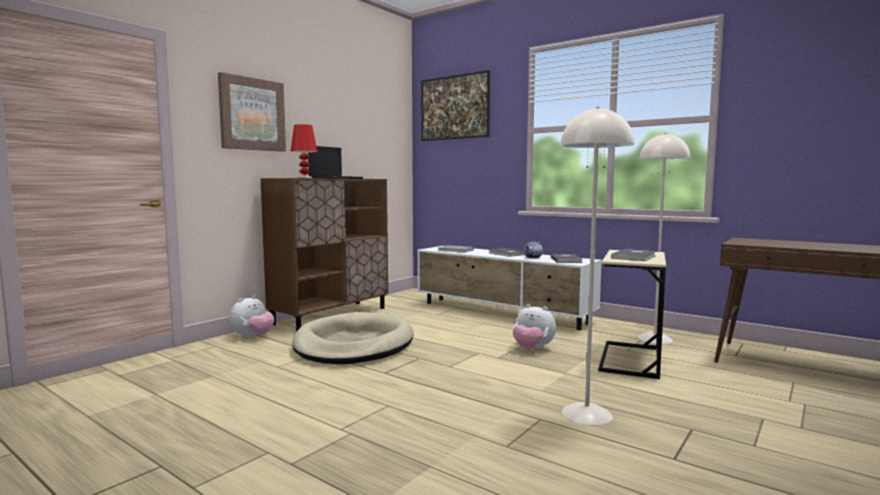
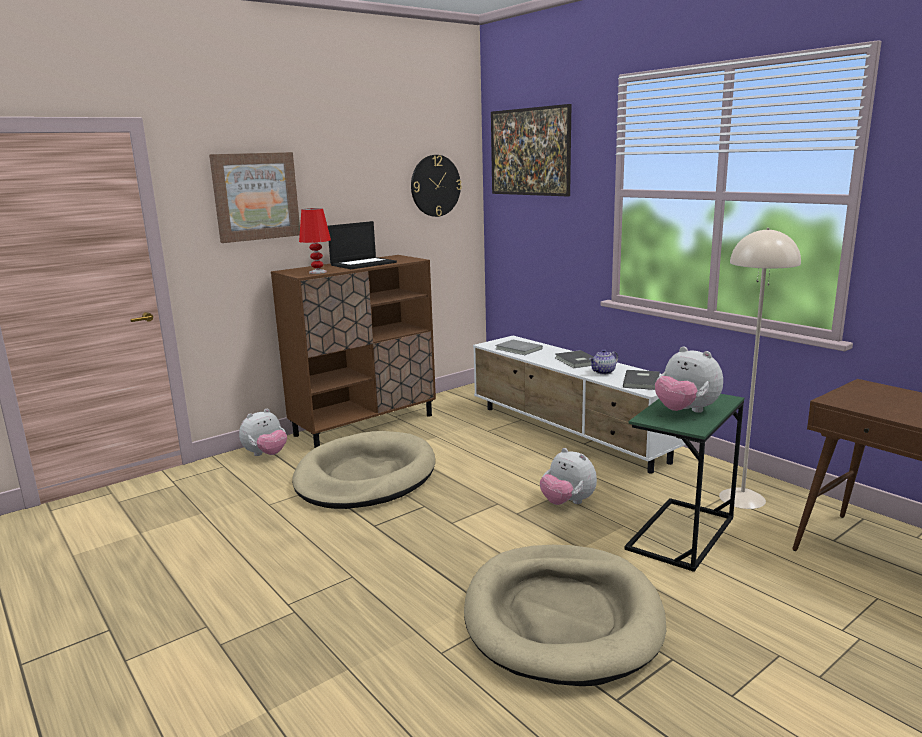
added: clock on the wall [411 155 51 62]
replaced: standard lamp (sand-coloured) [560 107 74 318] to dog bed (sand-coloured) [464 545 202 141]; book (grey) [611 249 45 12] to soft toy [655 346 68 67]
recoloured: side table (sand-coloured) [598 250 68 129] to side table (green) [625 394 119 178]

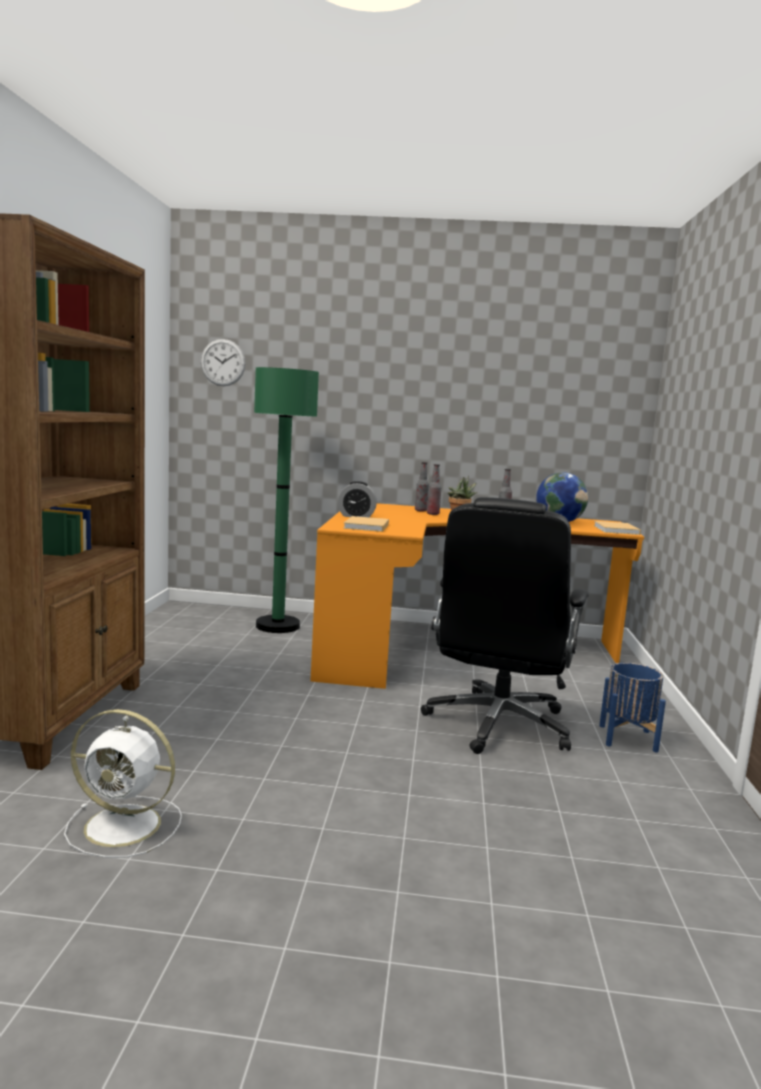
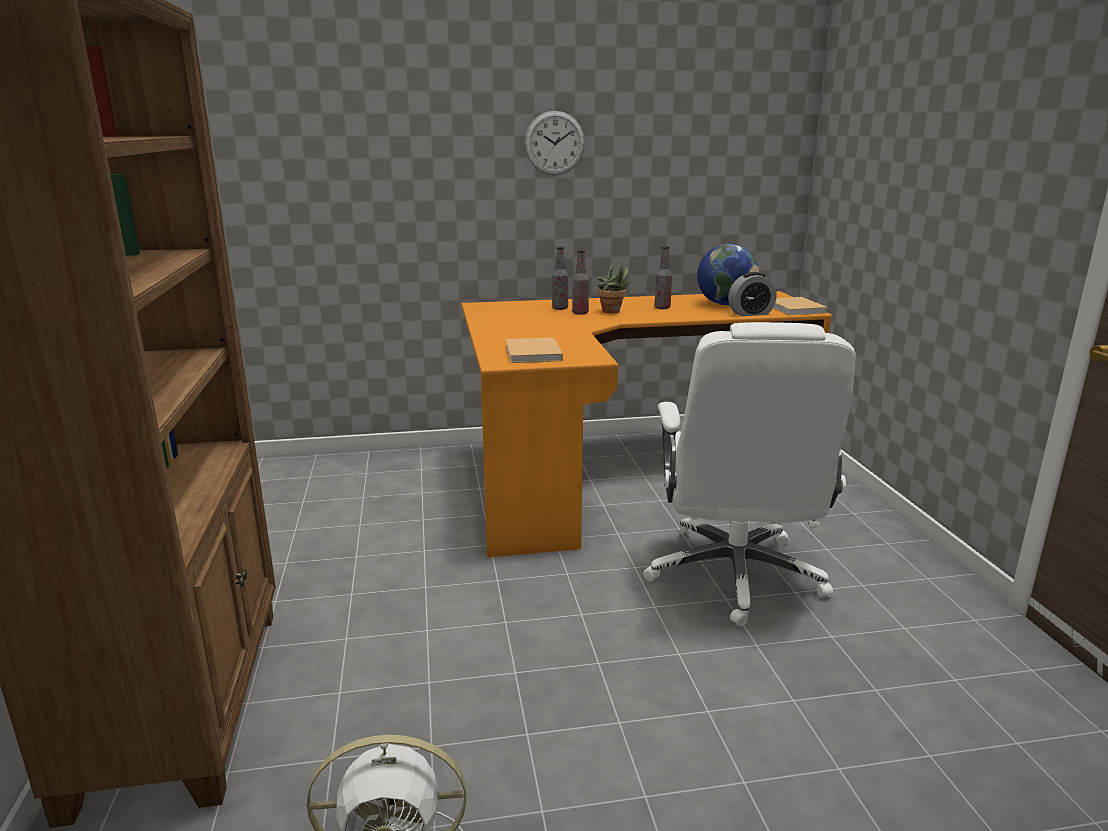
removed: standard lamp (green) [254 367 65 266]; flower pot (blue) [599 663 67 90]
moved: clock on the wall [201 339 45 47] to [525 111 60 65]; table clock [338 481 39 36] to [728 272 49 44]
recoloured: desk chair (black-coloured) [421 497 168 257] to desk chair (whitish) [643 322 212 305]

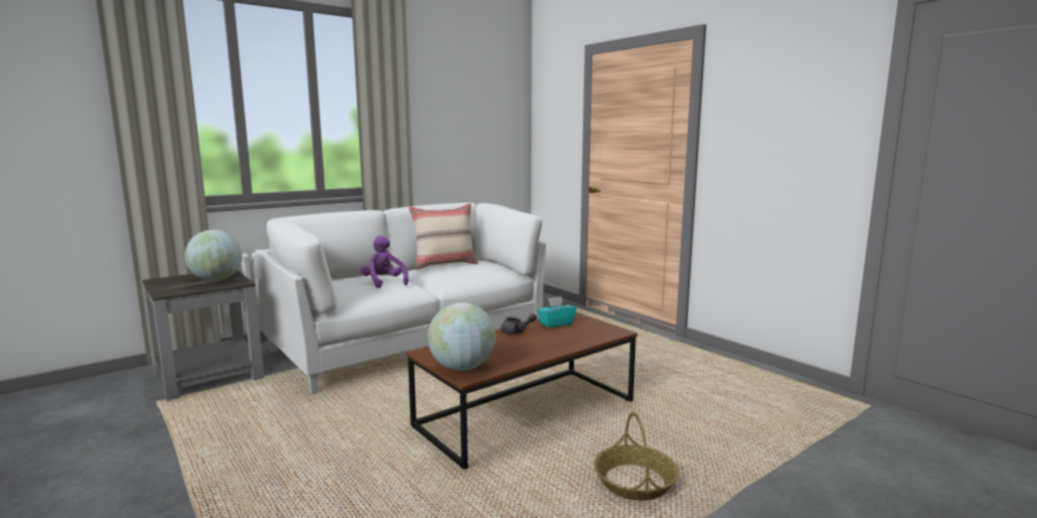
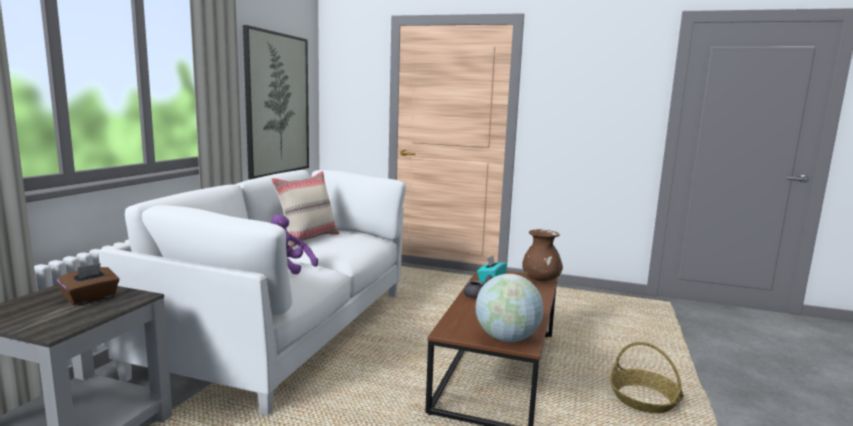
added: wall picture [243 25 66 154]; flower vase (brown) [522 229 41 52]
replaced: desk globe [185 230 57 51] to box of tissues (brown) [57 263 63 43]

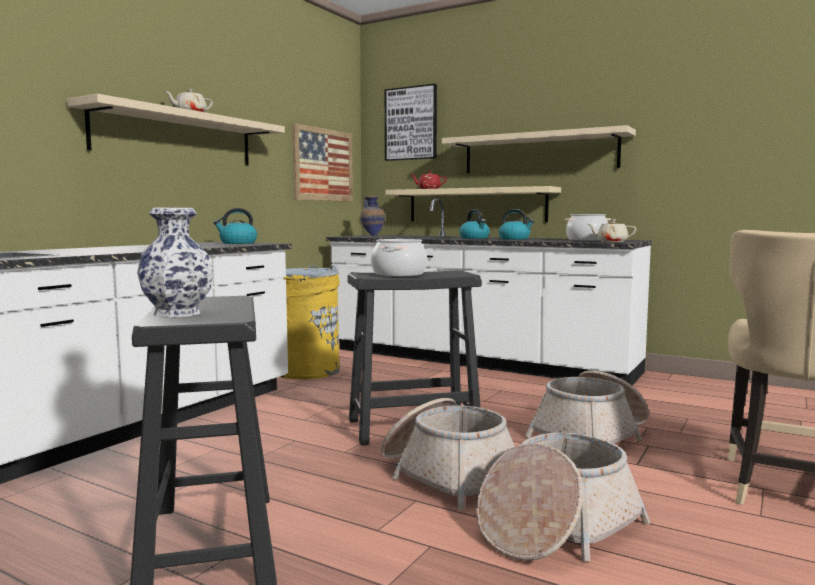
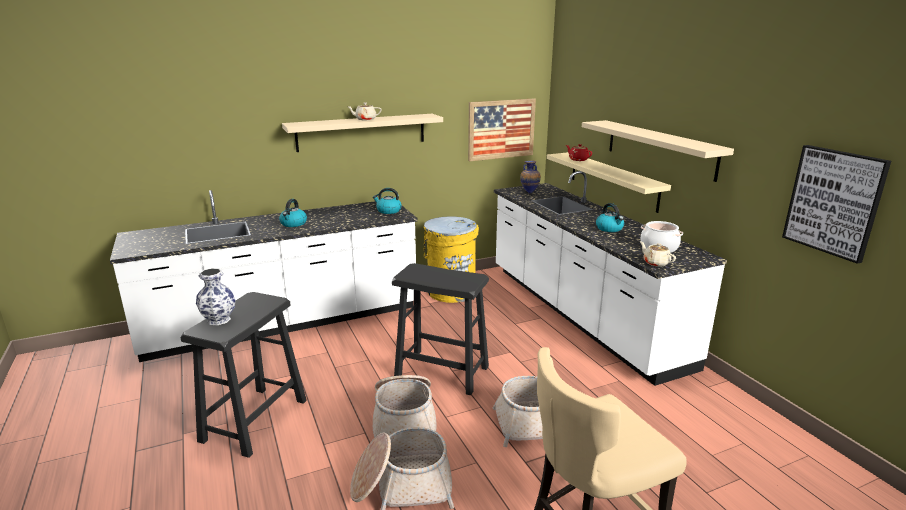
removed: cooking pot [371 239 56 38]
moved: wall picture [385 84 52 77] to [782 145 109 119]; kettle [459 209 31 30] to [279 199 28 28]

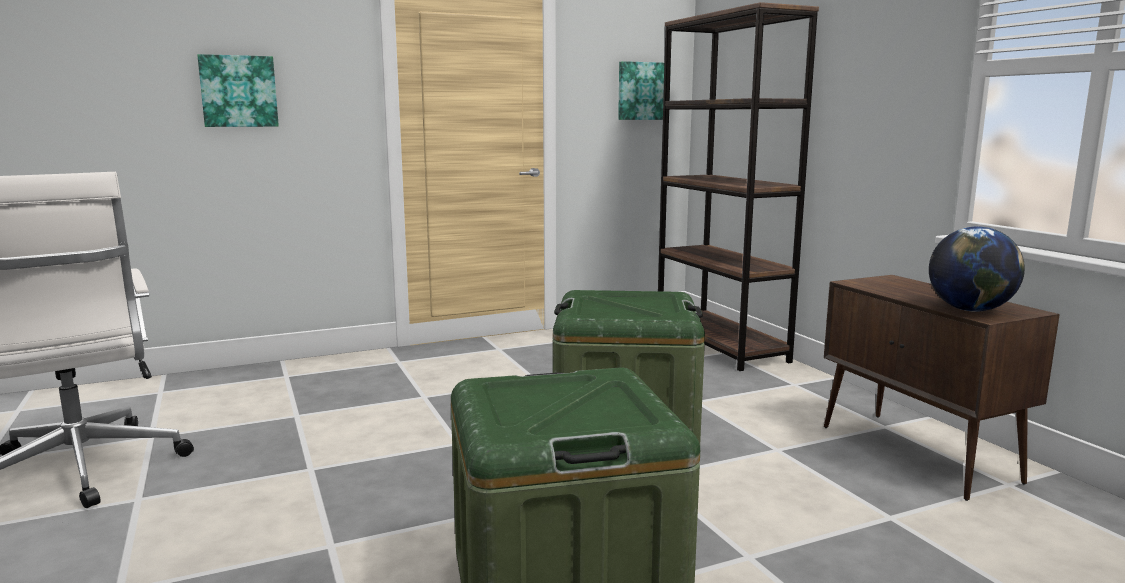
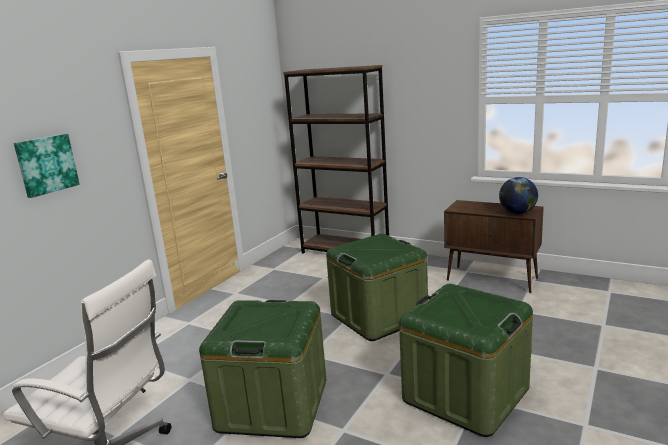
removed: wall picture [618 61 53 59]
added: storage container (green) [199 300 127 138]

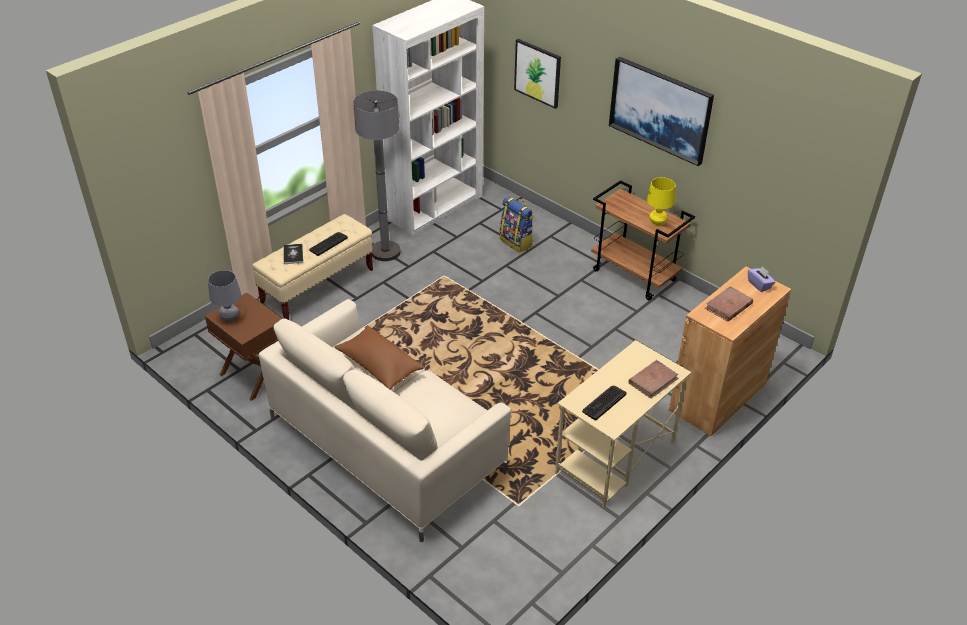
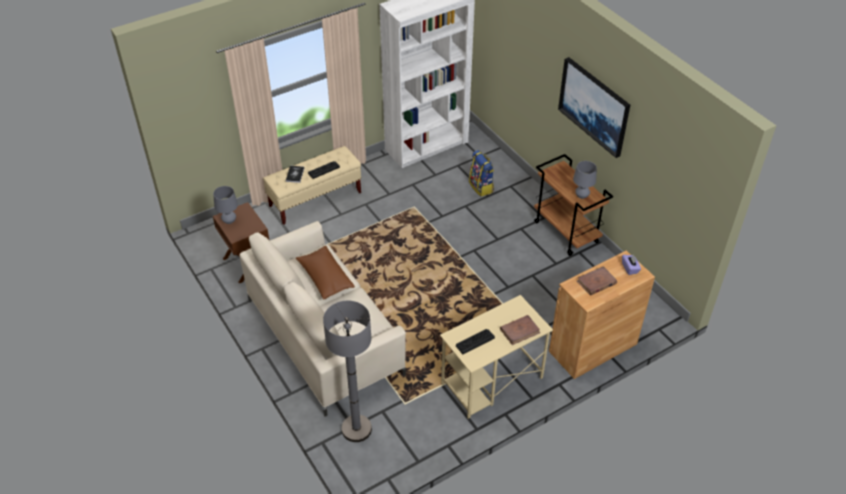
removed: wall picture [514 39 47 70]
moved: standard lamp (grey) [353 90 48 171] to [323 301 49 141]
recoloured: lamp for a table (yellow-coloured) [647 177 29 49] to lamp for a table (grey) [573 161 24 38]

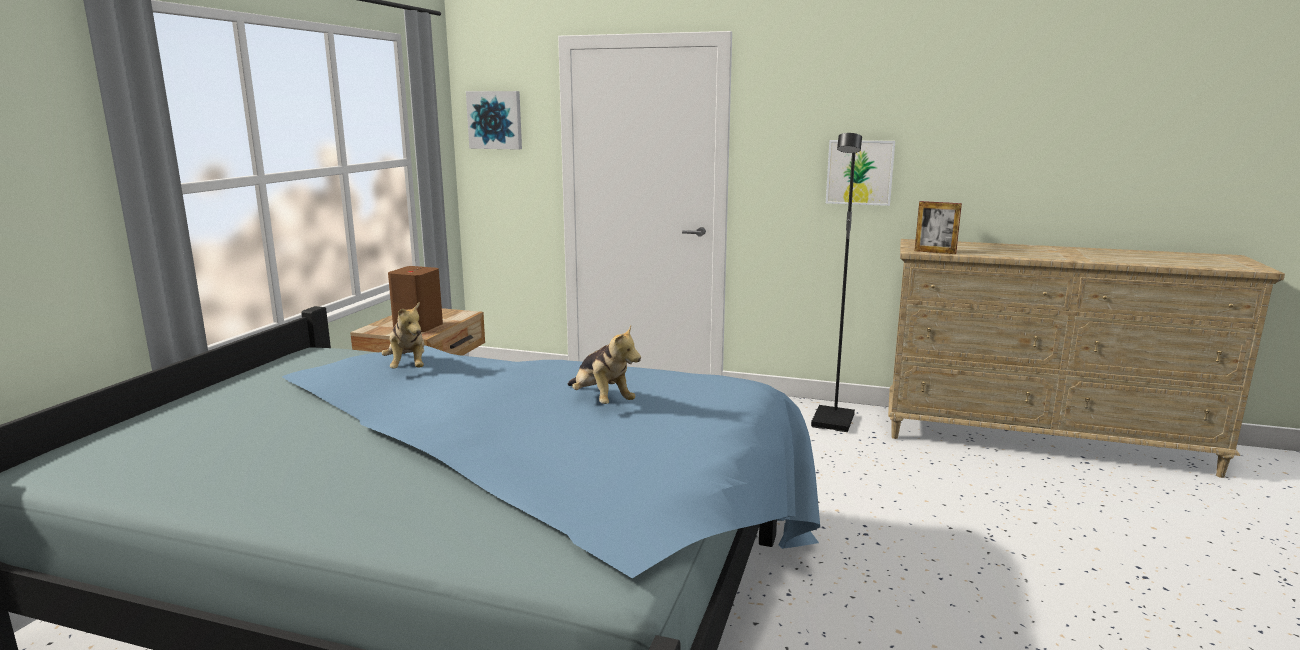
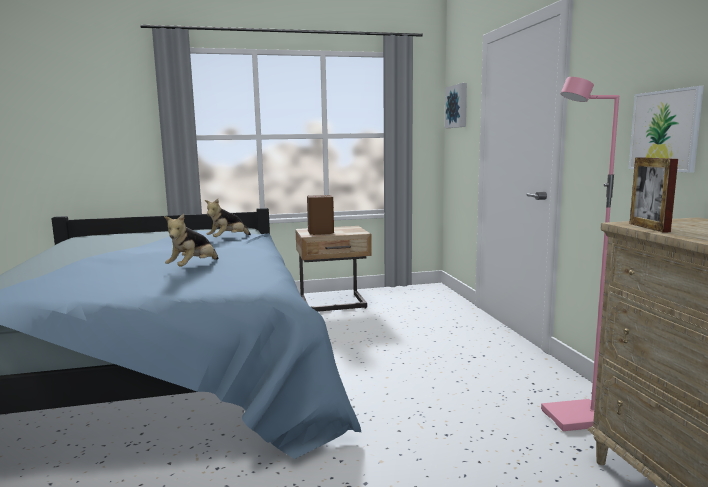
recoloured: standard lamp (black-coloured) [811 133 51 299] to standard lamp (pinkish) [541 77 78 354]

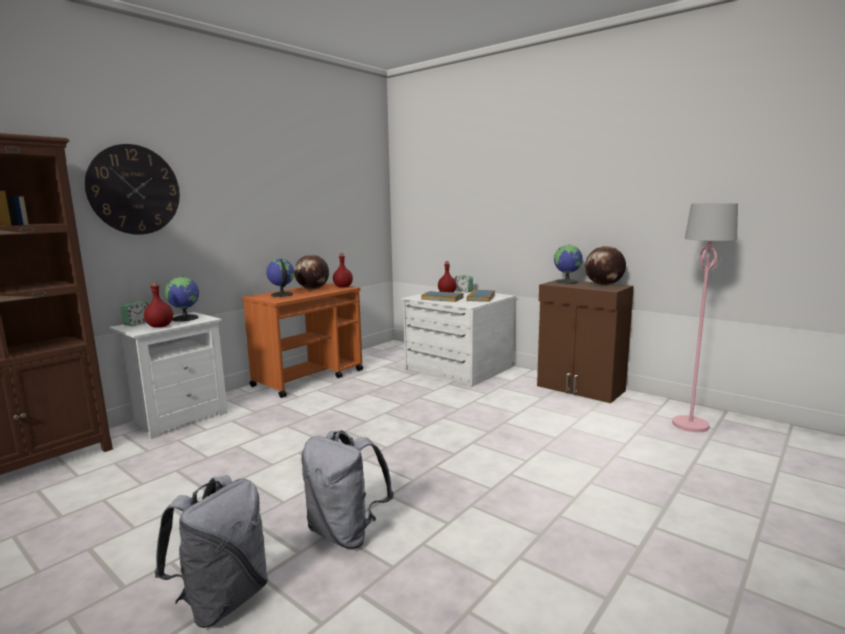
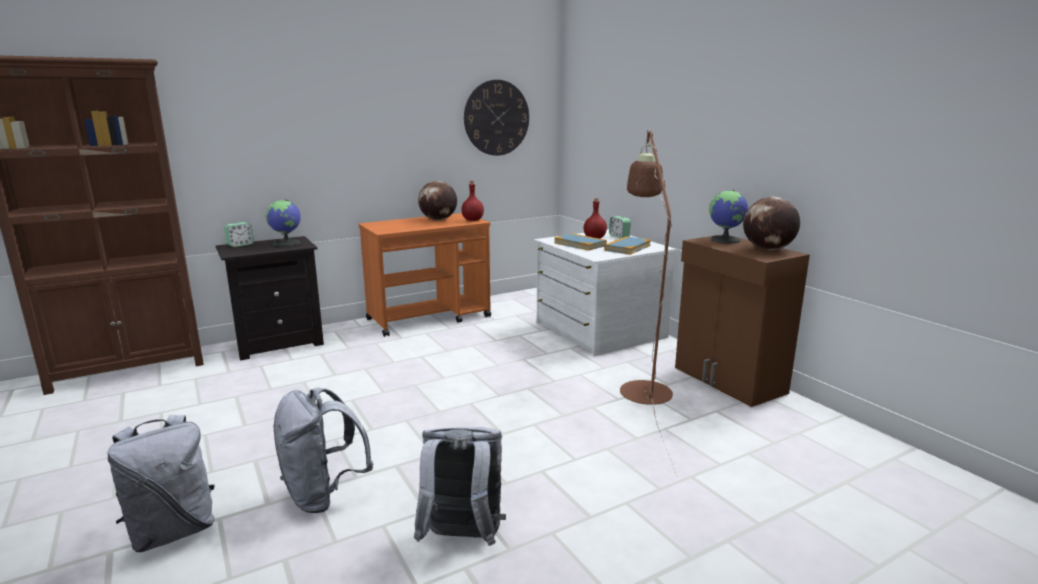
removed: drink bottle (red-coloured) [144 282 29 46]; desk globe [266 259 28 38]; standard lamp (pinkish) [672 203 66 229]
added: rucksack (grey) [414 427 92 119]; standard lamp (brown) [620 129 58 348]
moved: clock on the wall [85 144 95 91] to [464 80 65 76]
recoloured: nightstand (whitish) [109 312 119 127] to nightstand (black-coloured) [216 236 108 125]

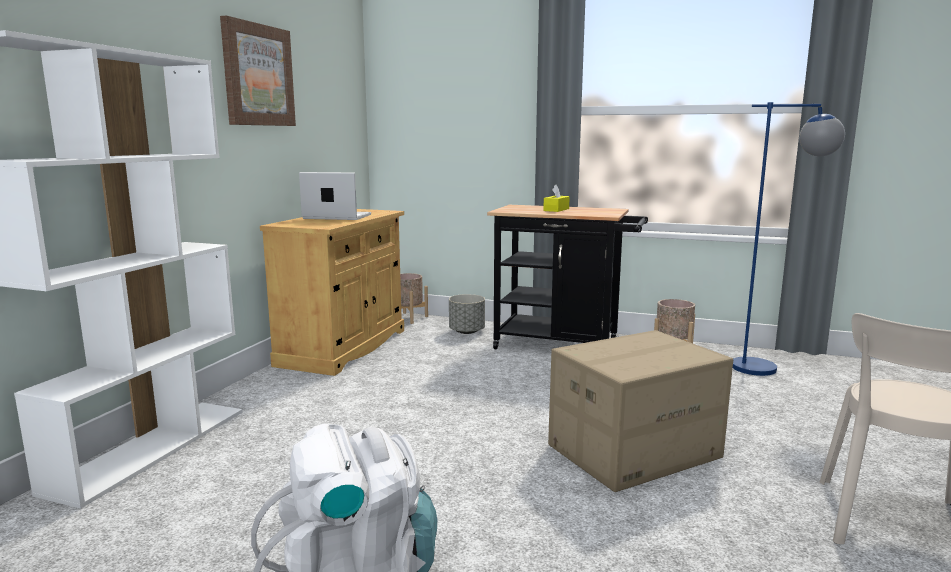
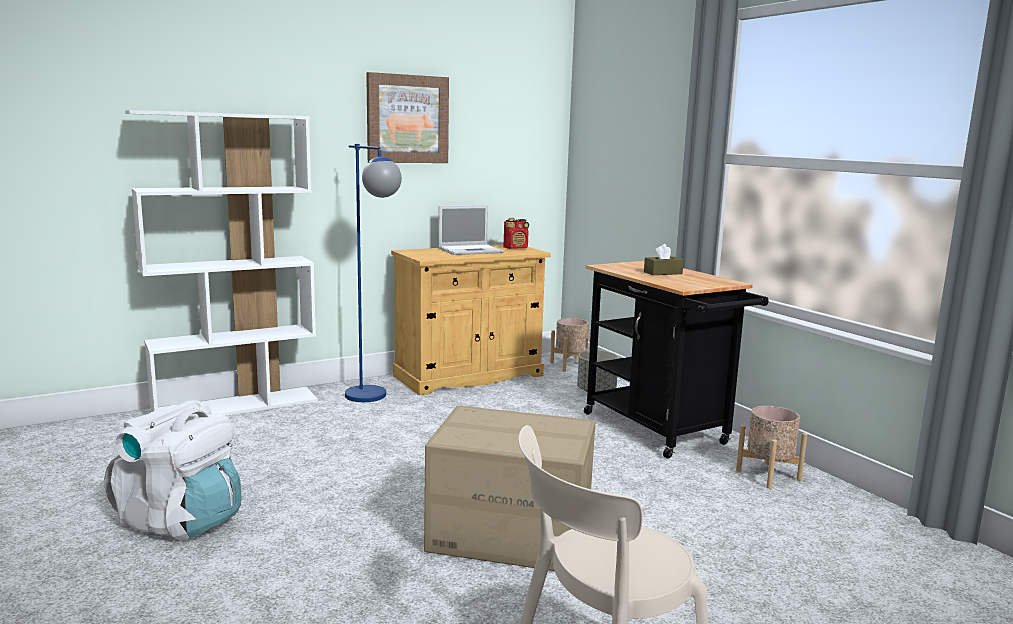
added: radio [503 218 26 31]
moved: standard lamp (blue) [733 102 112 274] to [345 144 57 258]
recoloured: box of tissues (yellow-coloured) [543 185 27 27] to box of tissues (brown) [644 244 40 31]
turned: portable computer [299 172 72 48] = [438 205 66 50] 105 degrees clockwise

